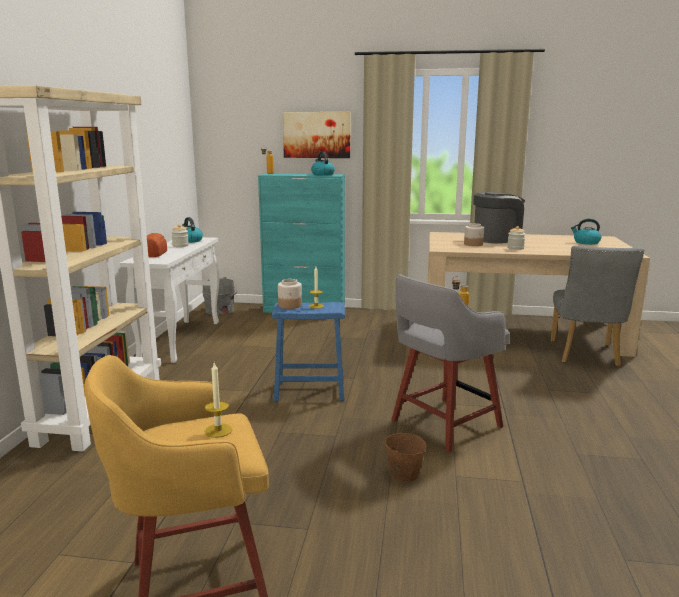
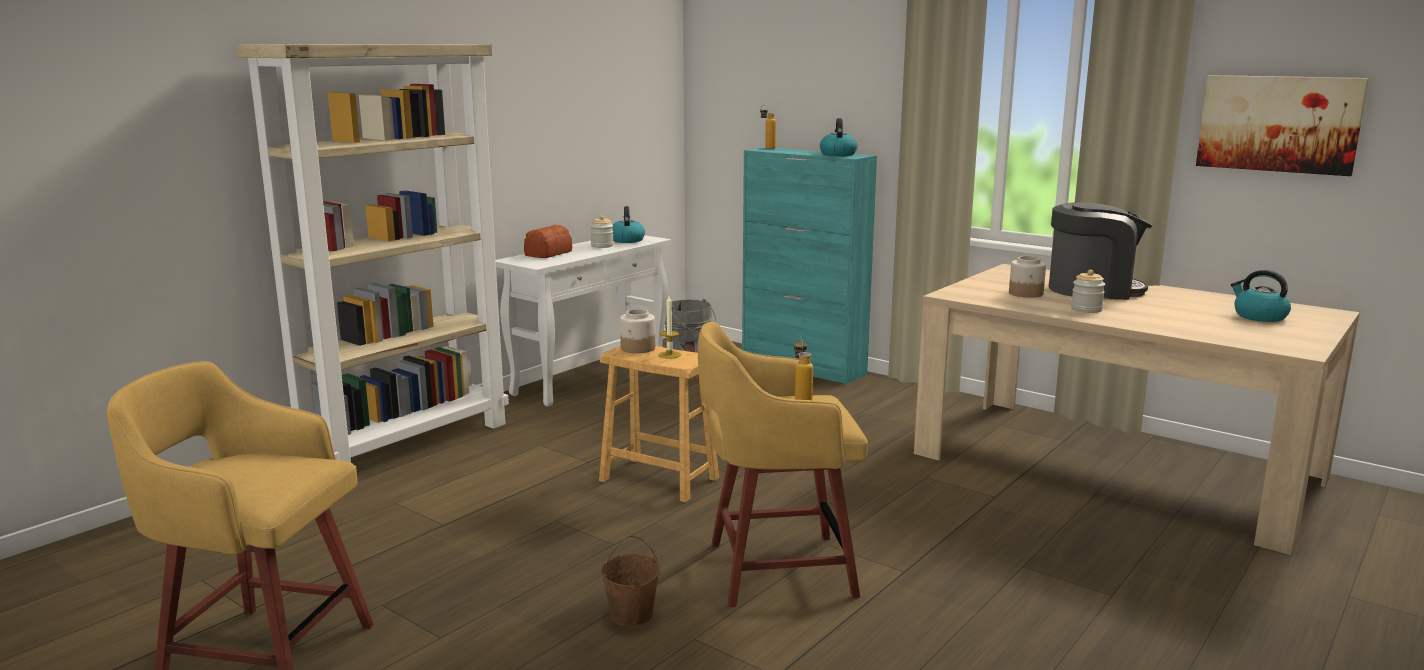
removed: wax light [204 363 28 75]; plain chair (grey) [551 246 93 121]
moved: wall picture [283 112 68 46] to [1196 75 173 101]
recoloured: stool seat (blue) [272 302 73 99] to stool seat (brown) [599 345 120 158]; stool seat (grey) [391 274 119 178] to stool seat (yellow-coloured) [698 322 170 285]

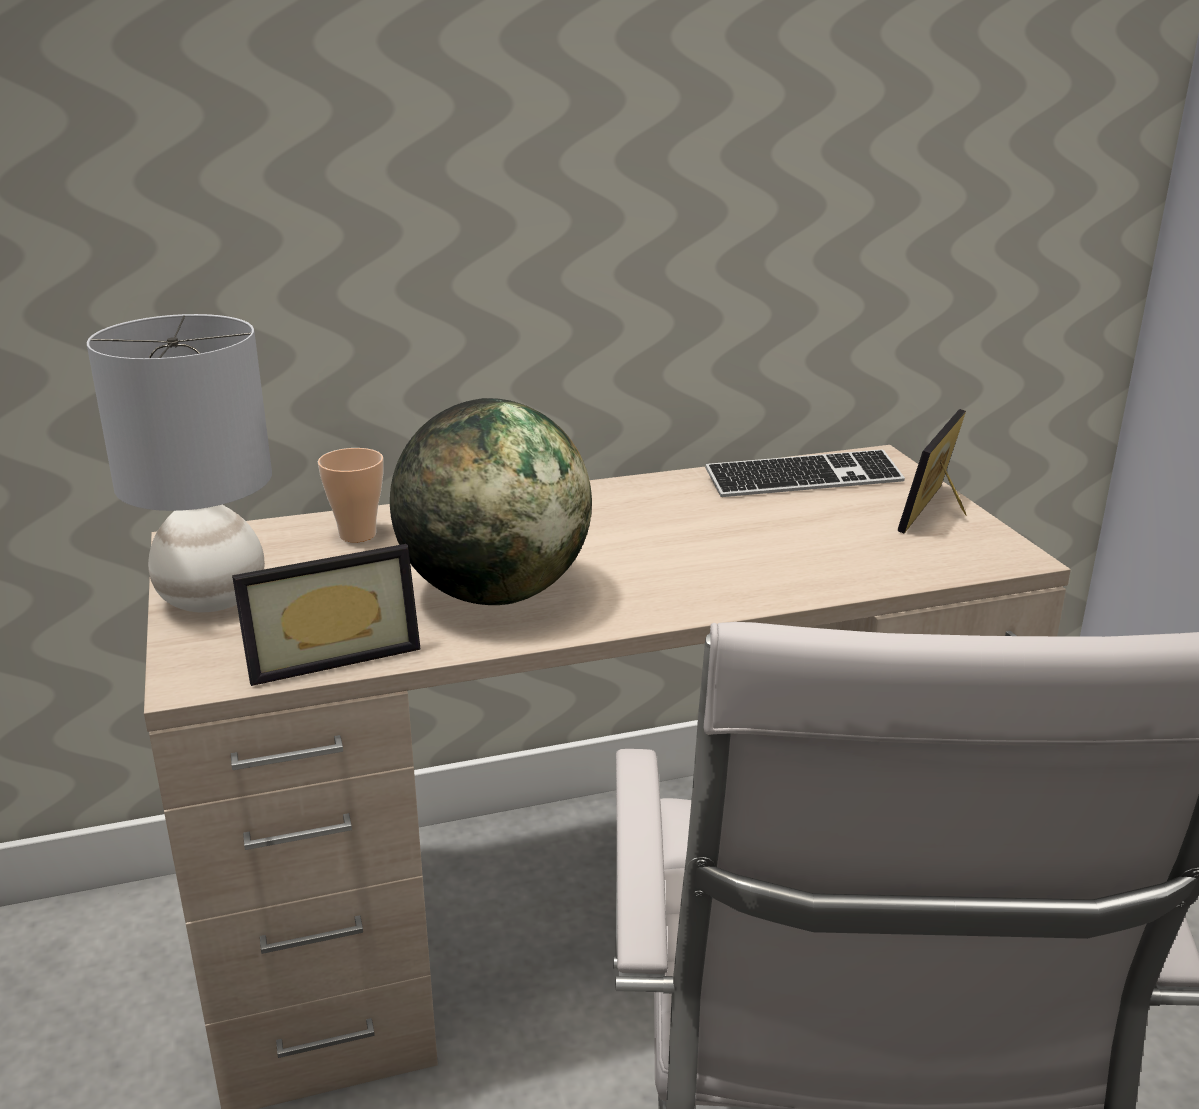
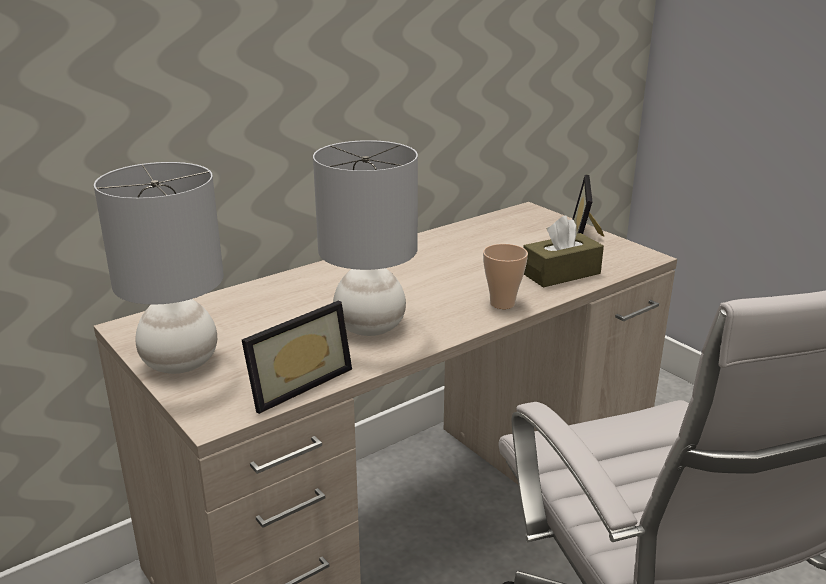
removed: PC keyboard [705 450 200 47]
added: box of tissues (brown) [523 216 81 71]
moved: drinking cup [318 448 66 94] to [483 244 45 65]
replaced: desk globe [390 398 202 207] to lamp for a table (grey) [313 140 105 196]

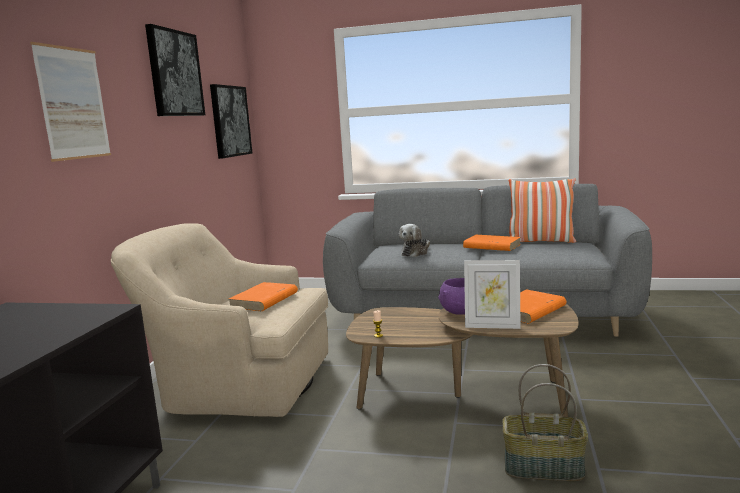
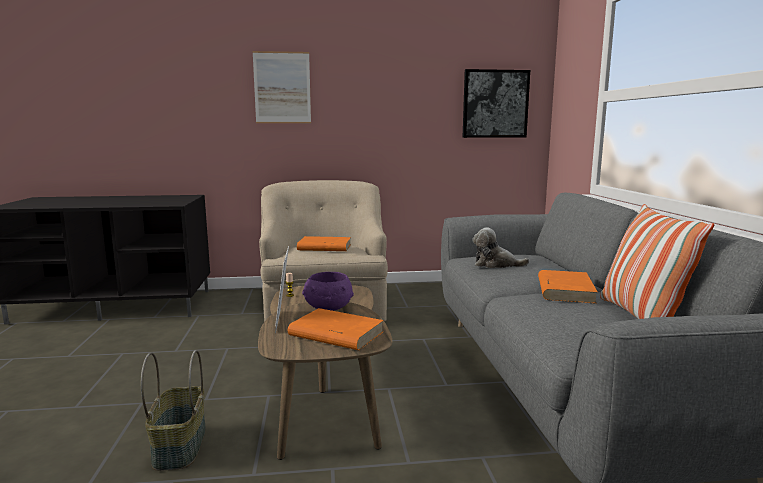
removed: wall picture [145 24 60 92]

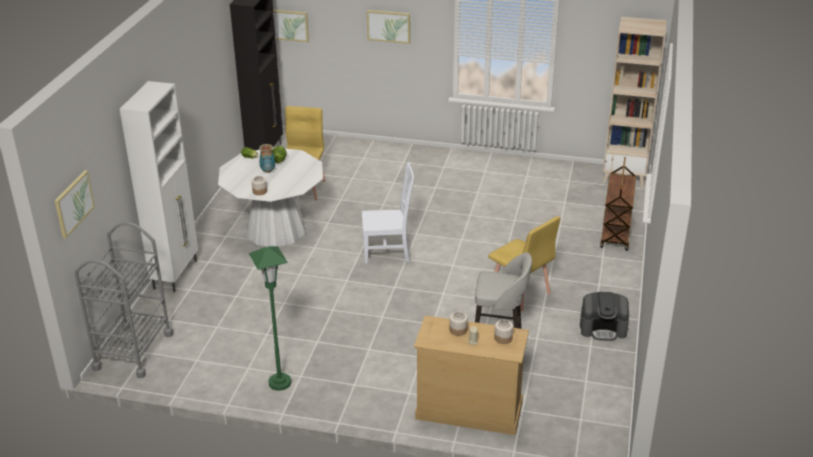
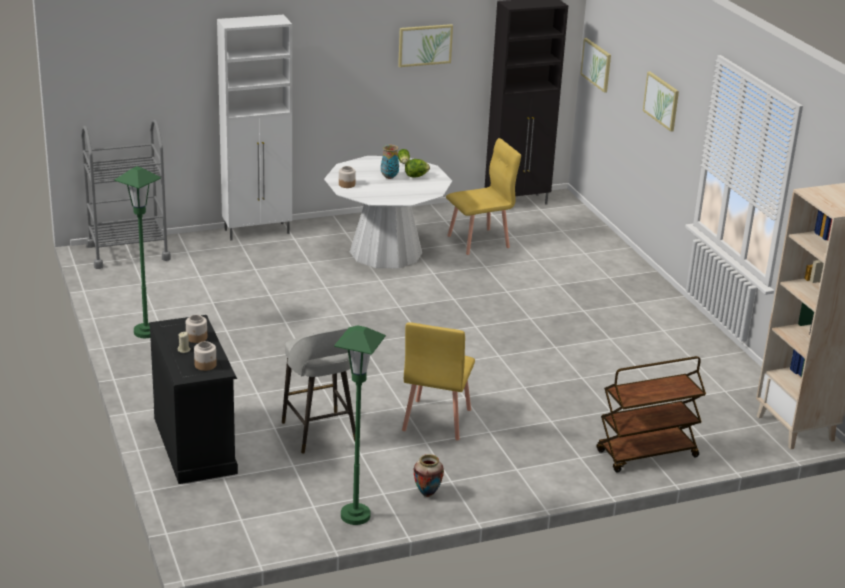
removed: plain chair (whitish) [362 162 52 102]
added: standard lamp (green) [334 325 52 200]
moved: wall picture [55 170 40 69] to [398 24 55 43]
replaced: coffee maker [580 292 49 49] to flower vase [414 454 30 43]
recoloured: dresser (sand-coloured) [414 315 115 120] to dresser (black-coloured) [149 315 89 169]

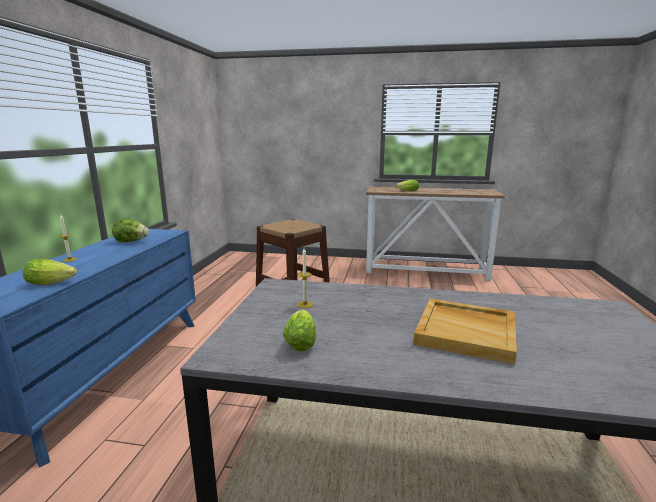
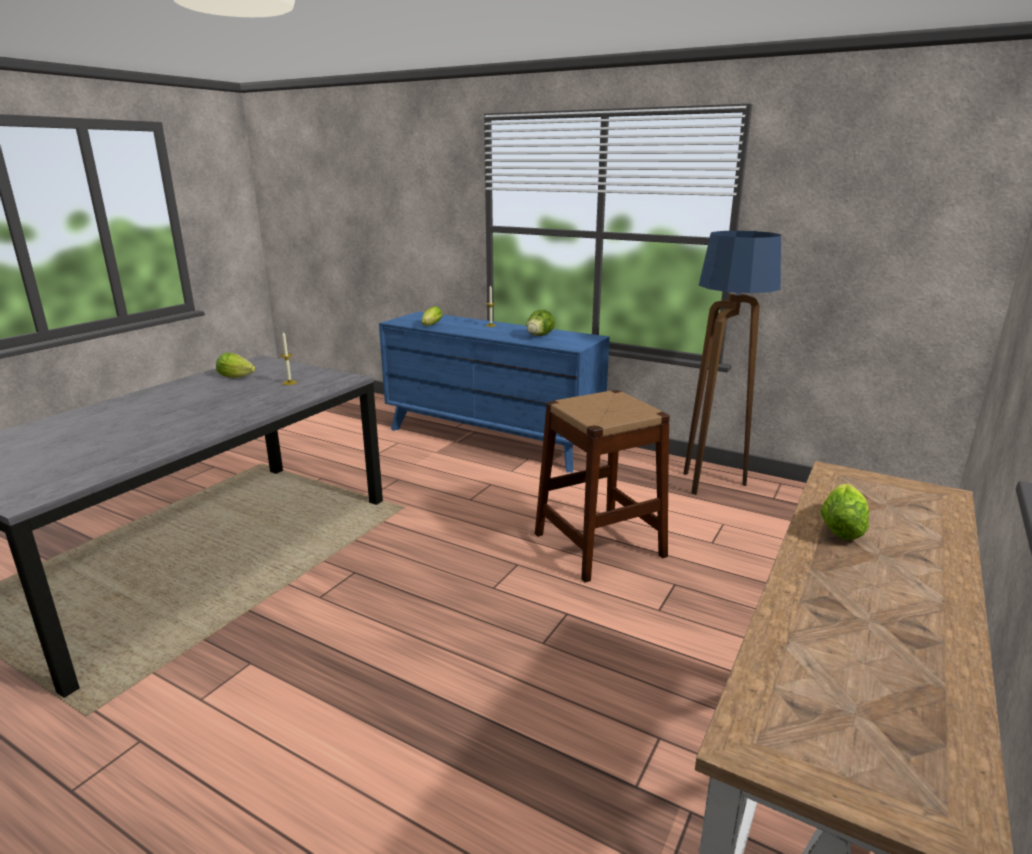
removed: carrying tray (sand-coloured) [413 299 104 66]
added: standard lamp [684 231 97 264]

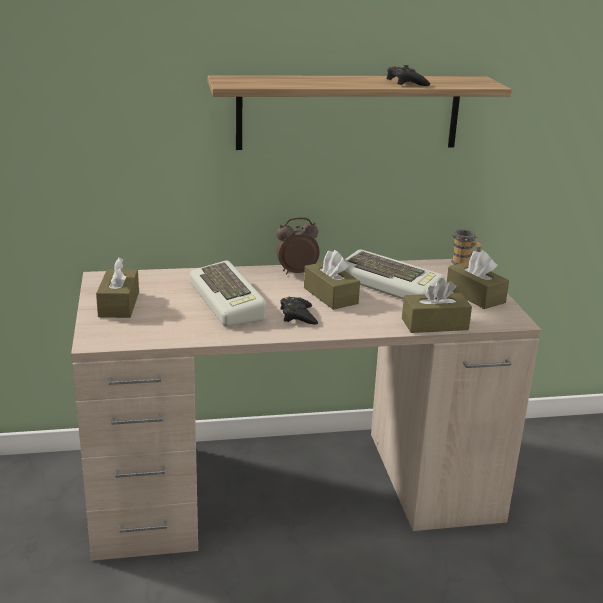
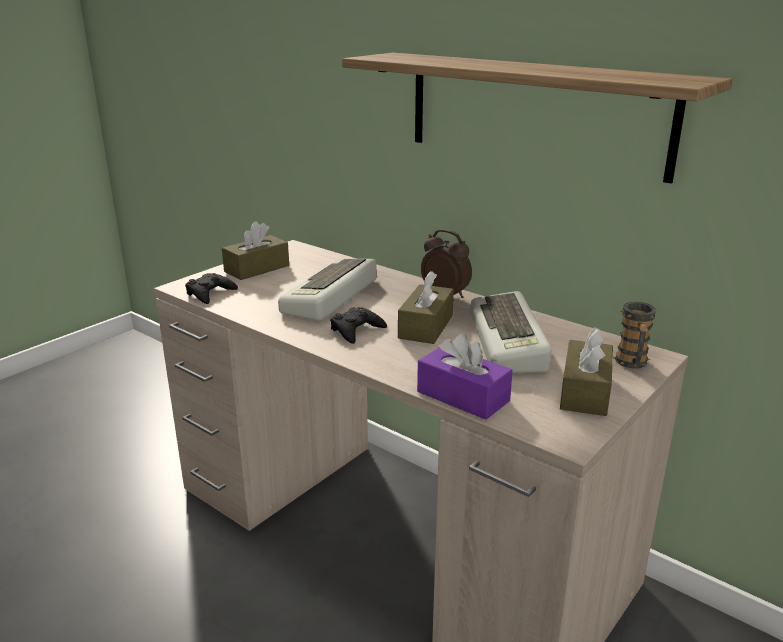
moved: joypad (black-coloured) [386 65 44 21] to [185 273 53 31]
recoloured: box of tissues (brown) [402 278 70 55] to box of tissues (purple-coloured) [417 333 96 87]

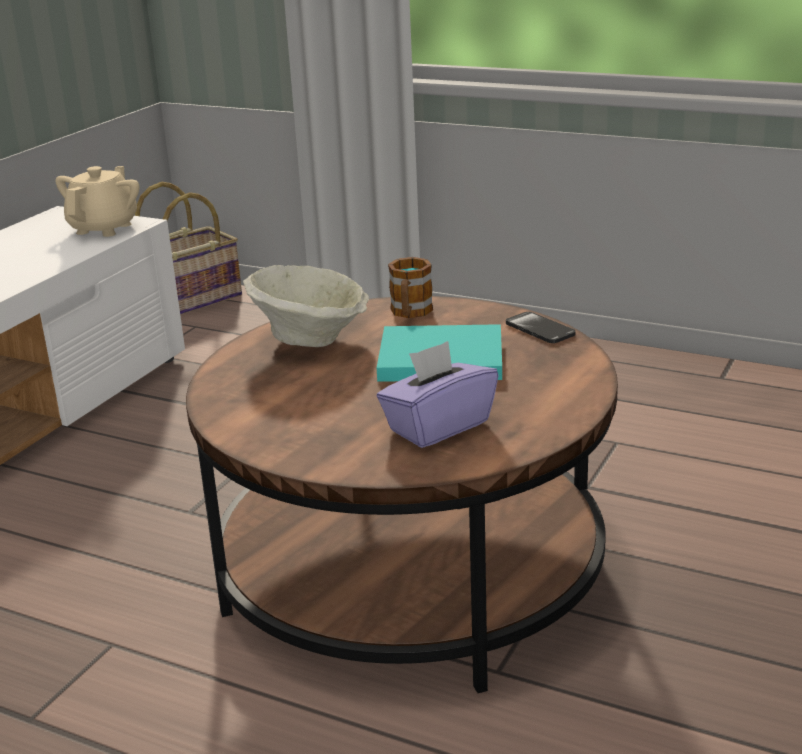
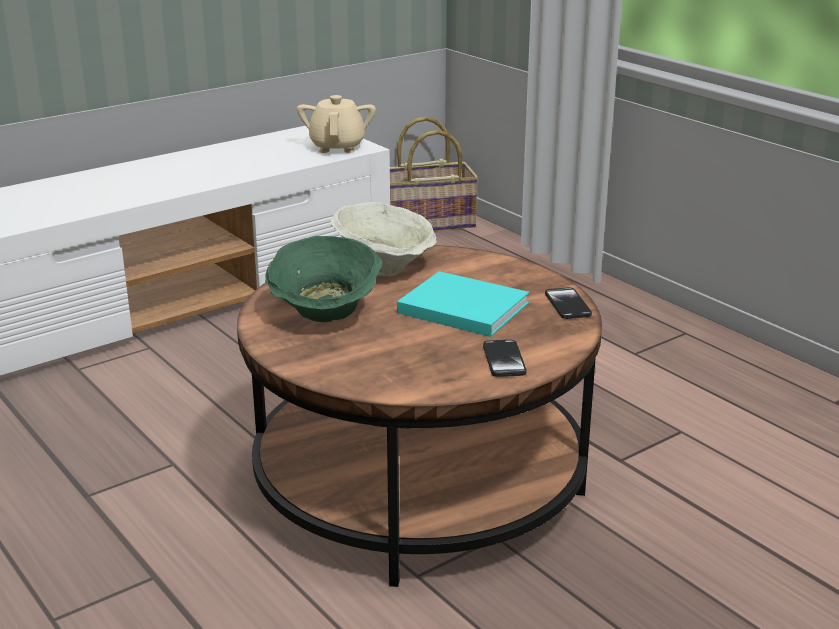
removed: box of tissues (purple-coloured) [377 341 122 107]; coffee mug [388 257 45 61]
added: serving bowl (green) [265 236 118 86]; handset [483 340 44 37]
turned: teapot (sand-coloured) [55 166 84 71] = [297 95 79 58] 45 degrees counterclockwise

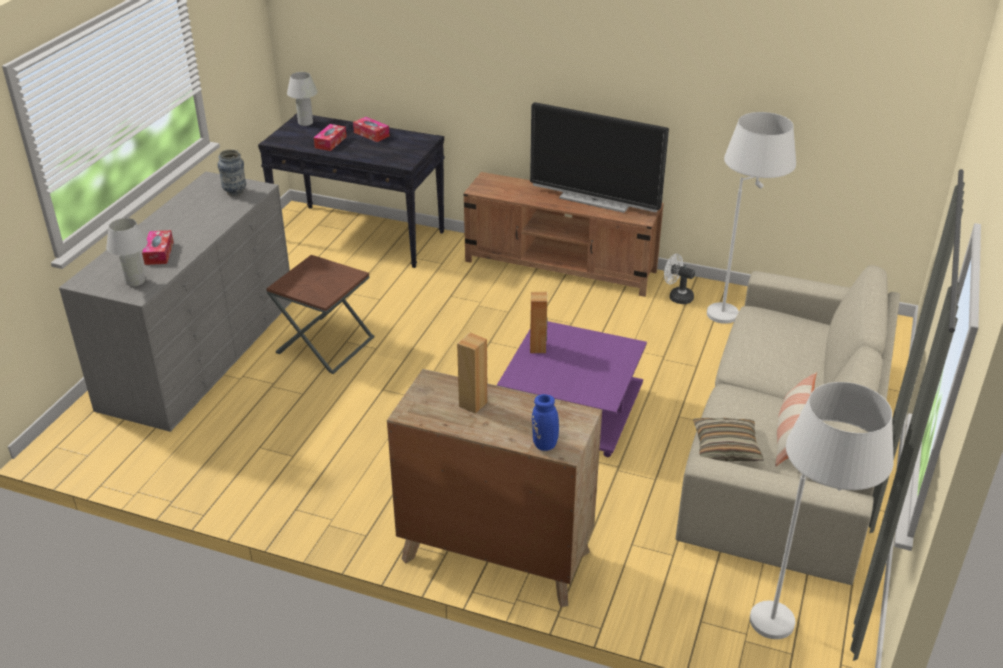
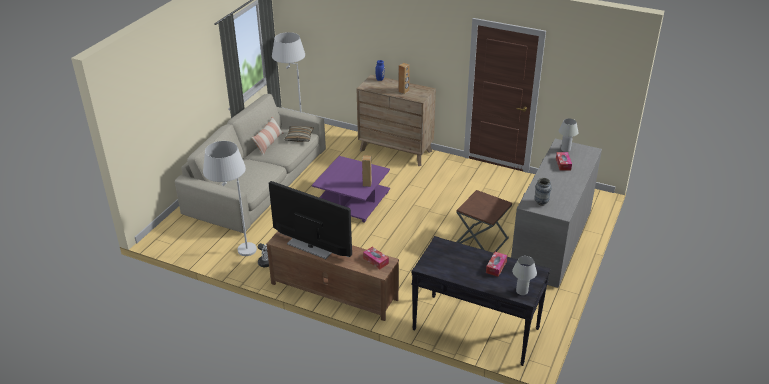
moved: box of tissues [353 117 37 25] to [363 247 26 23]

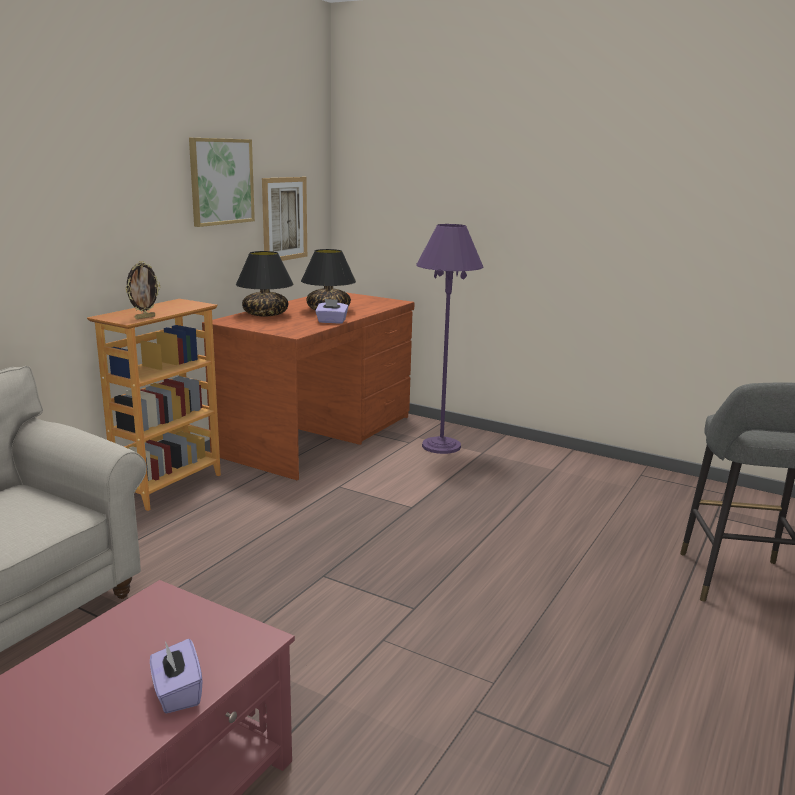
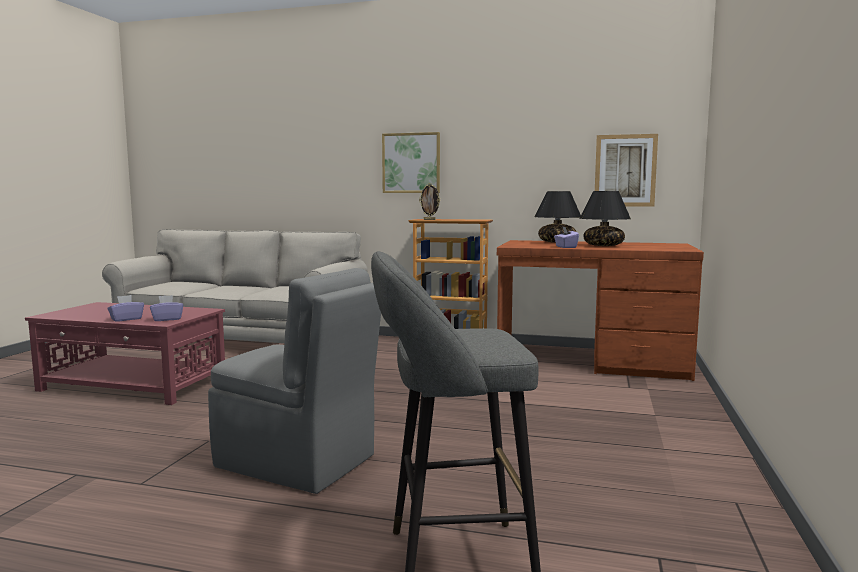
removed: standard lamp (purple-coloured) [416 224 67 230]
added: box of tissues (purple-coloured) [150 295 33 26]; plain chair (grey) [208 268 173 226]
moved: wall picture [189 138 66 89] to [382 132 58 61]

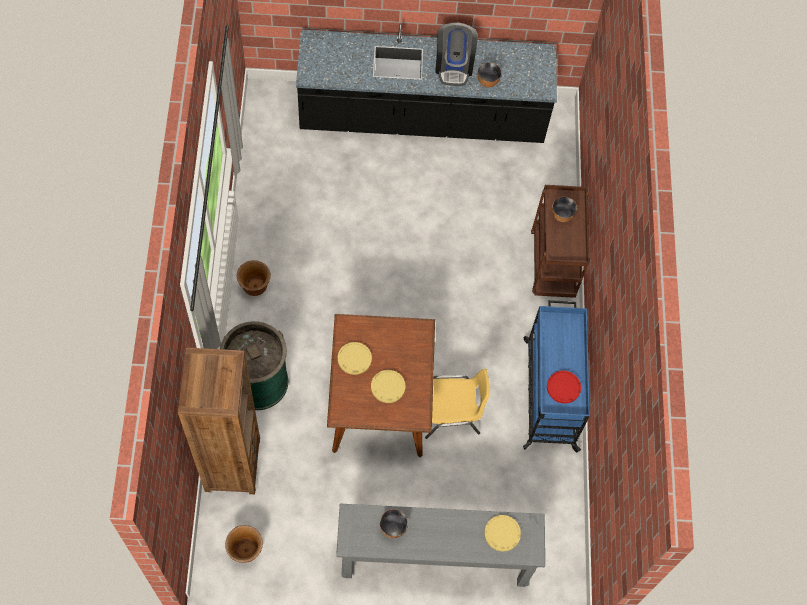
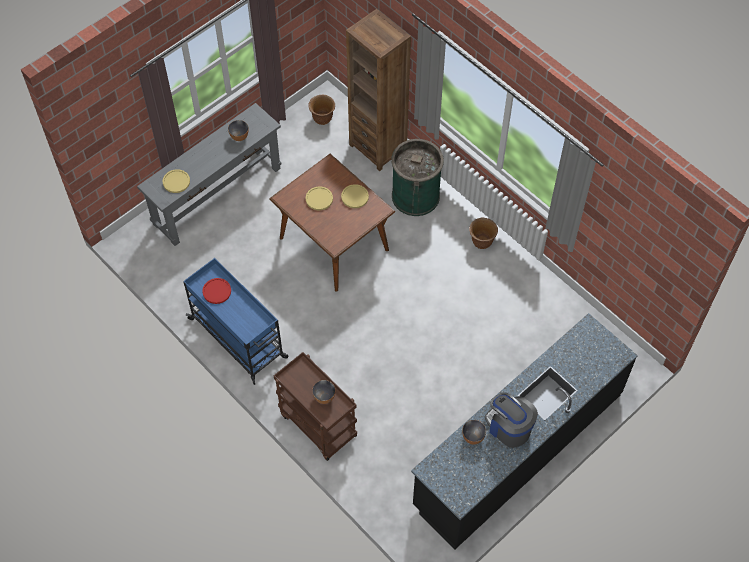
removed: plain chair (yellow-coloured) [425 369 65 70]

